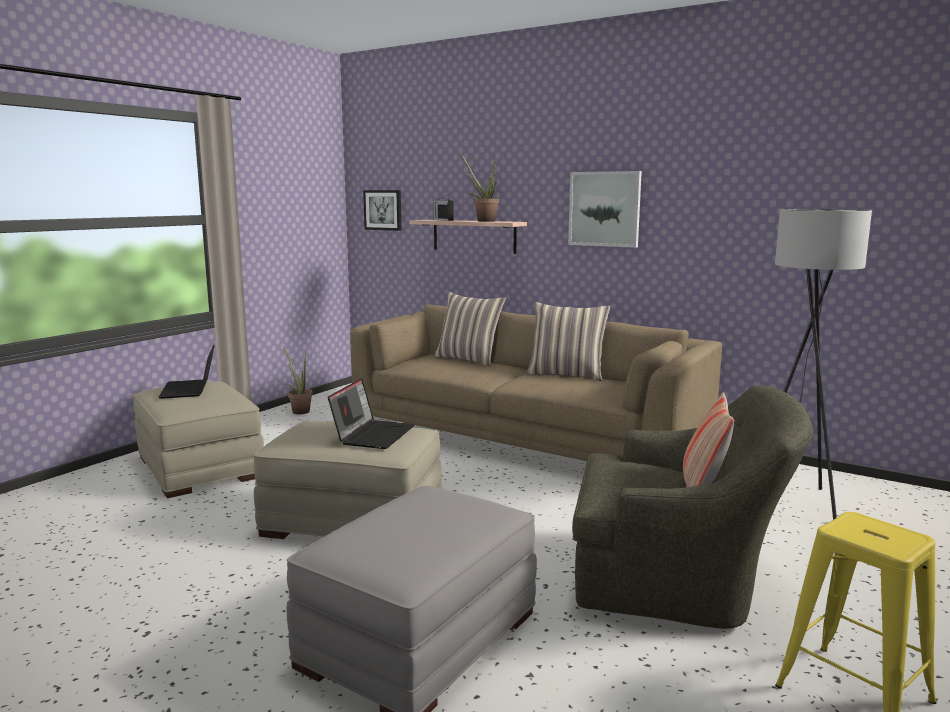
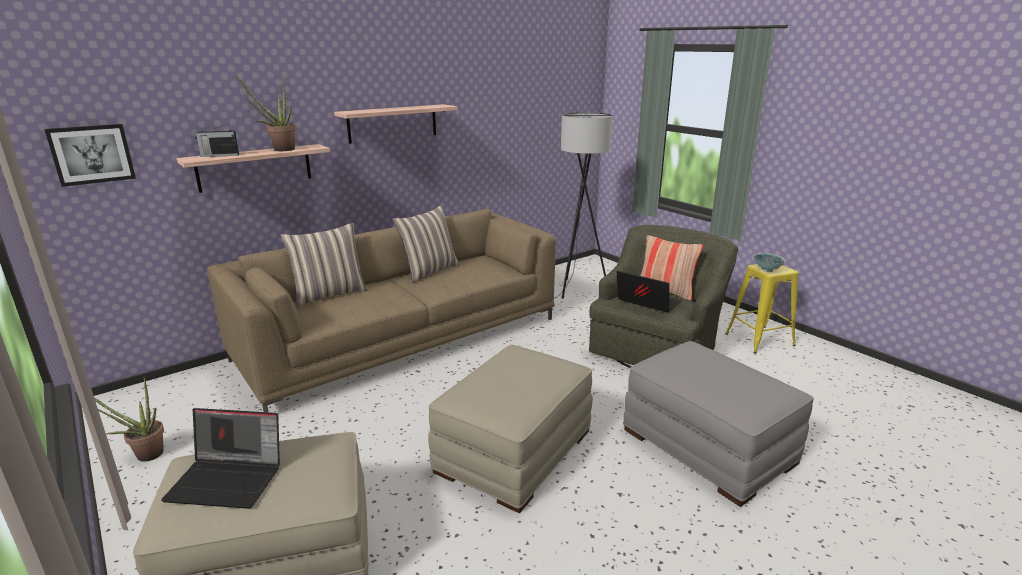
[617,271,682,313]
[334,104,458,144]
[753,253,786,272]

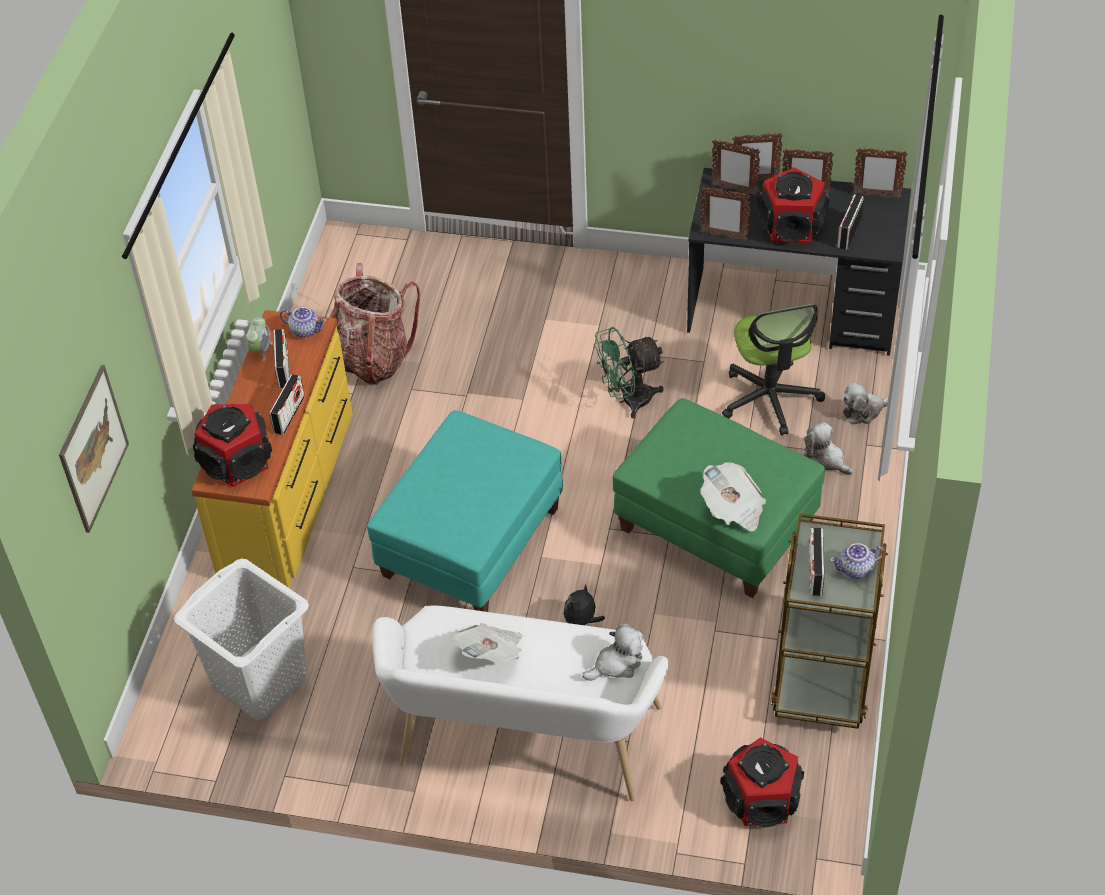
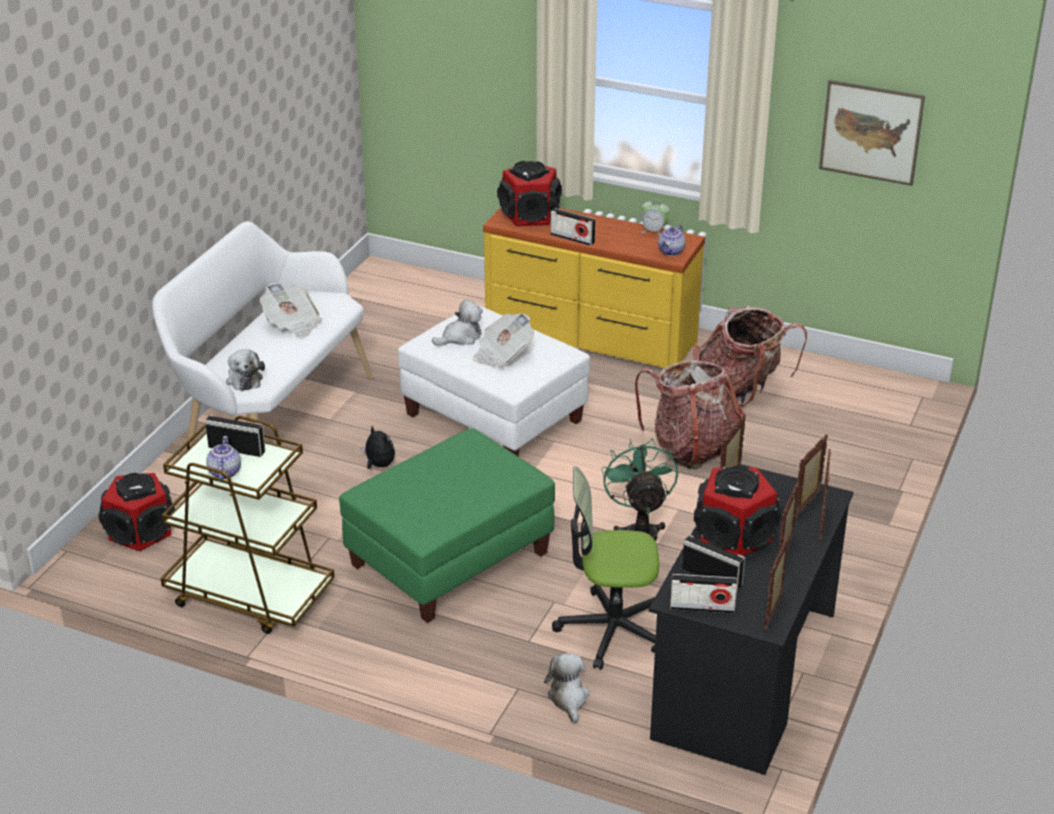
[819,80,925,186]
[174,559,309,720] (first image)
[670,574,737,614]
[398,305,590,457]
[473,313,534,368]
[432,300,483,346]
[635,346,744,470]

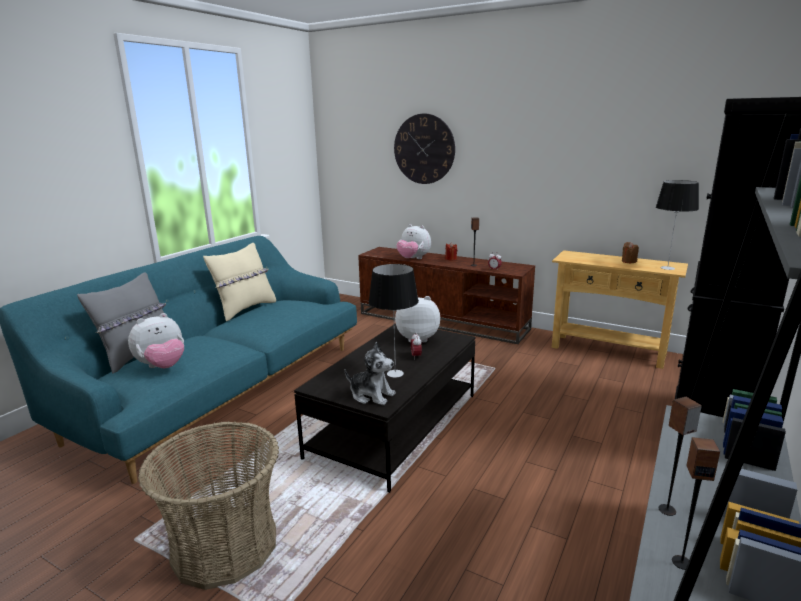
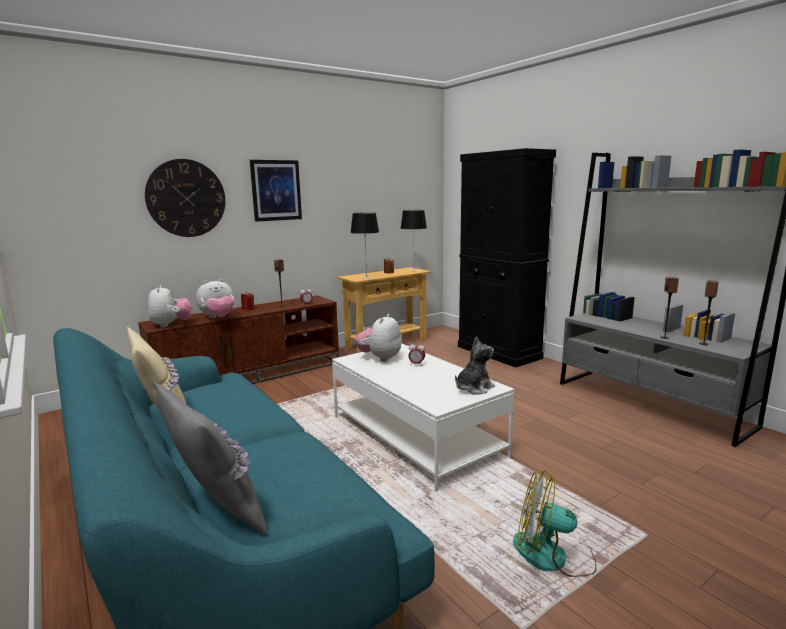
[148,285,191,328]
[513,470,596,577]
[332,343,515,492]
[351,212,379,279]
[250,160,302,222]

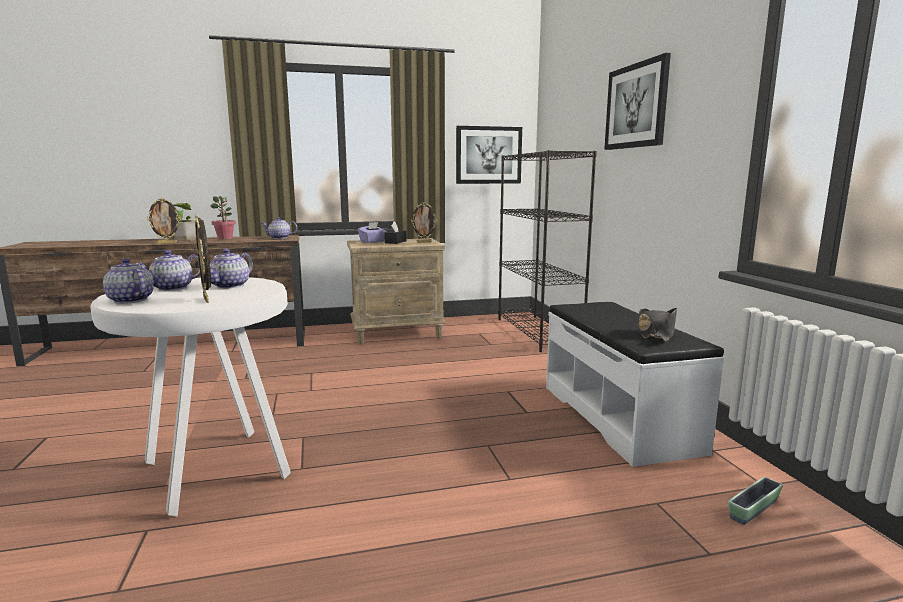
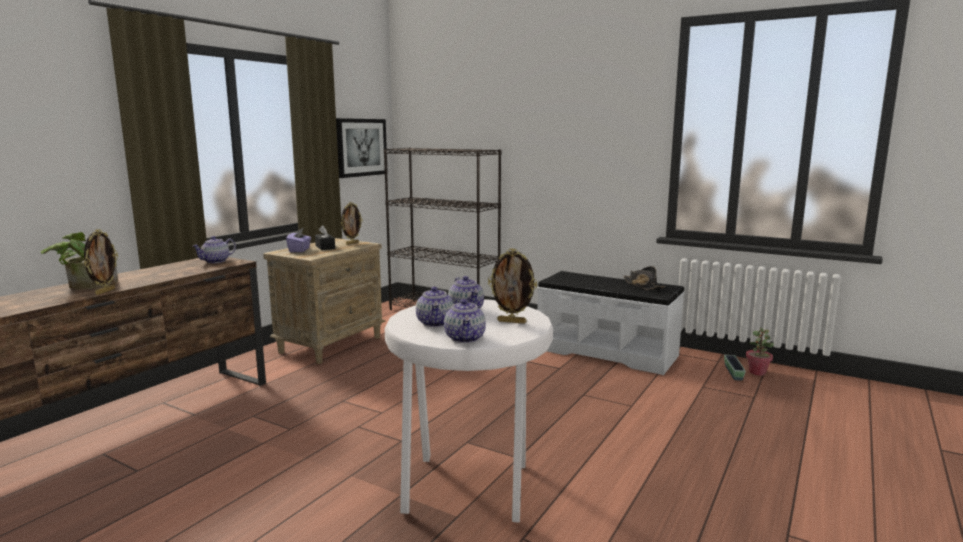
[444,299,486,343]
[746,328,774,376]
[604,53,671,150] (first image)

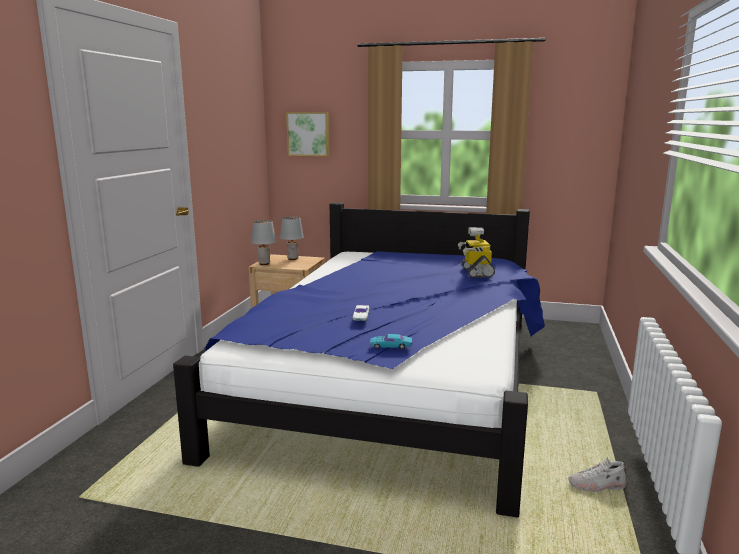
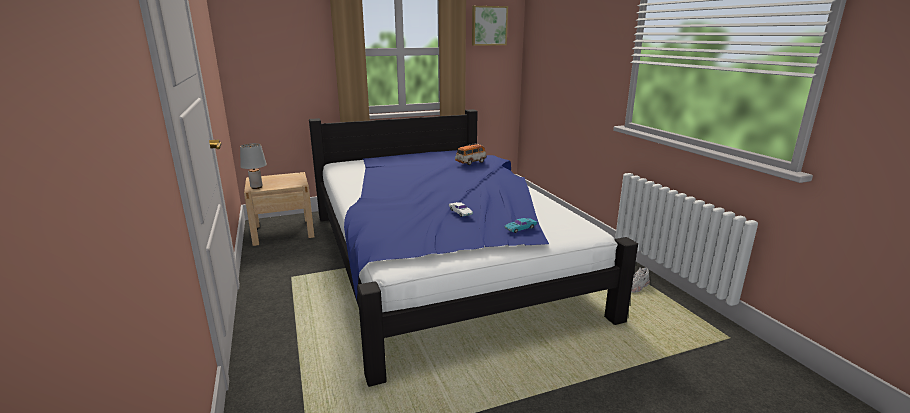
[280,216,304,260] (first image)
[472,6,508,46]
[455,143,486,165]

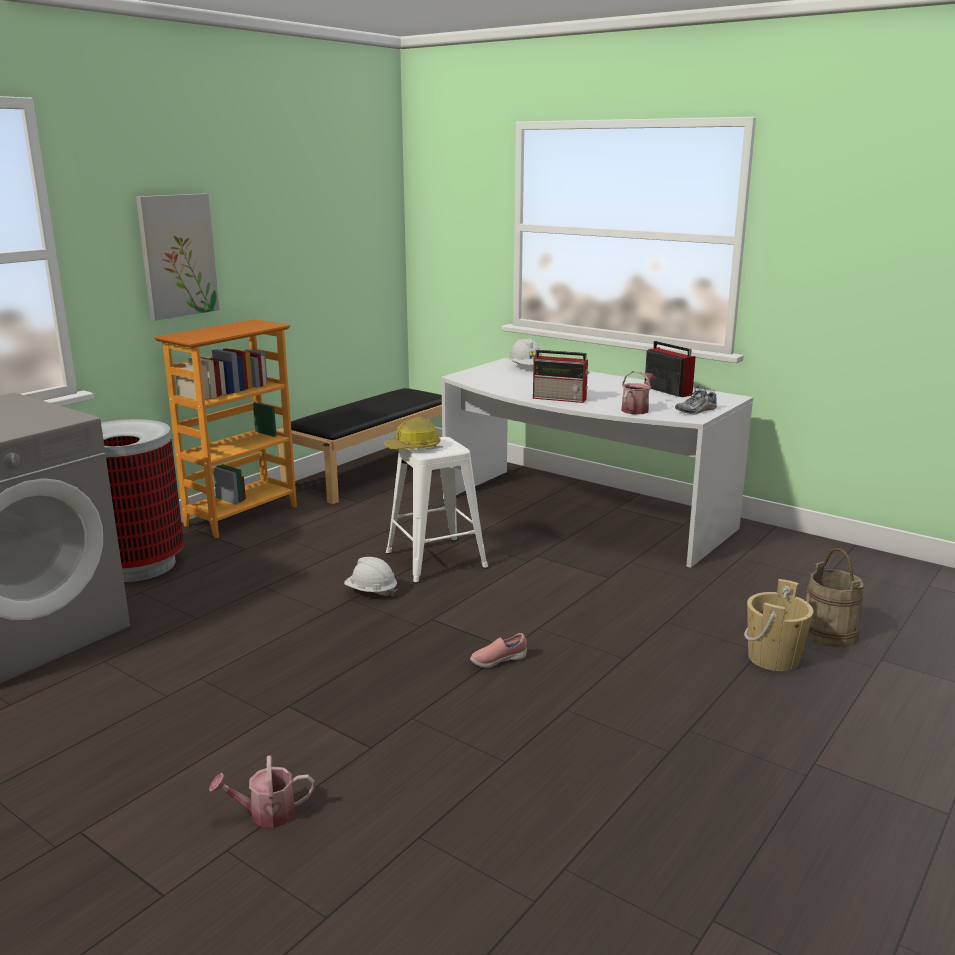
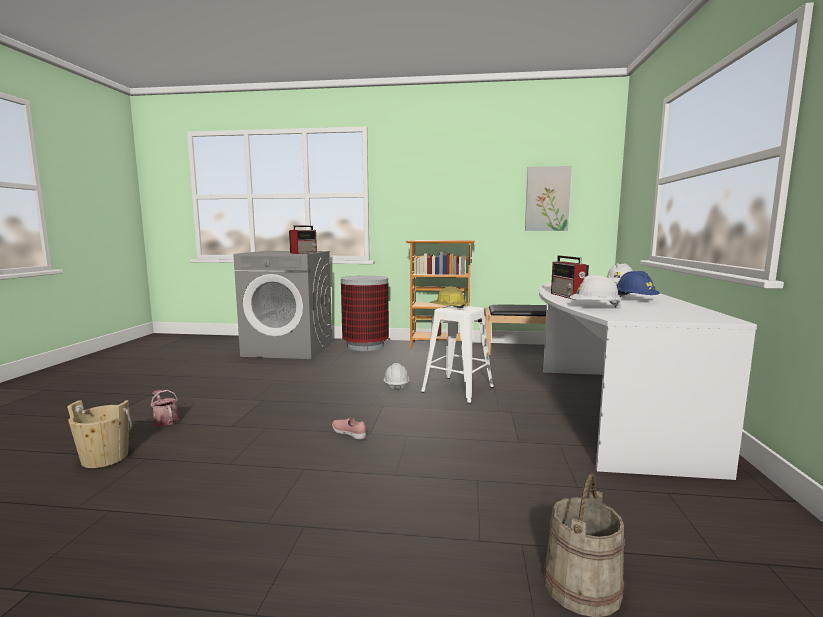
[525,166,572,231]
[570,275,620,307]
[289,225,317,254]
[675,386,717,415] (first image)
[67,400,132,468]
[617,271,660,297]

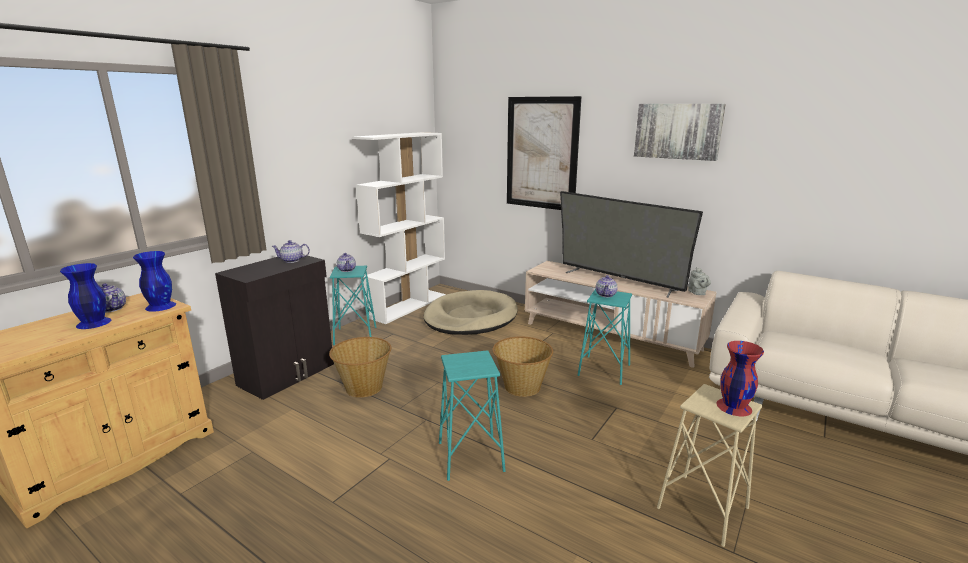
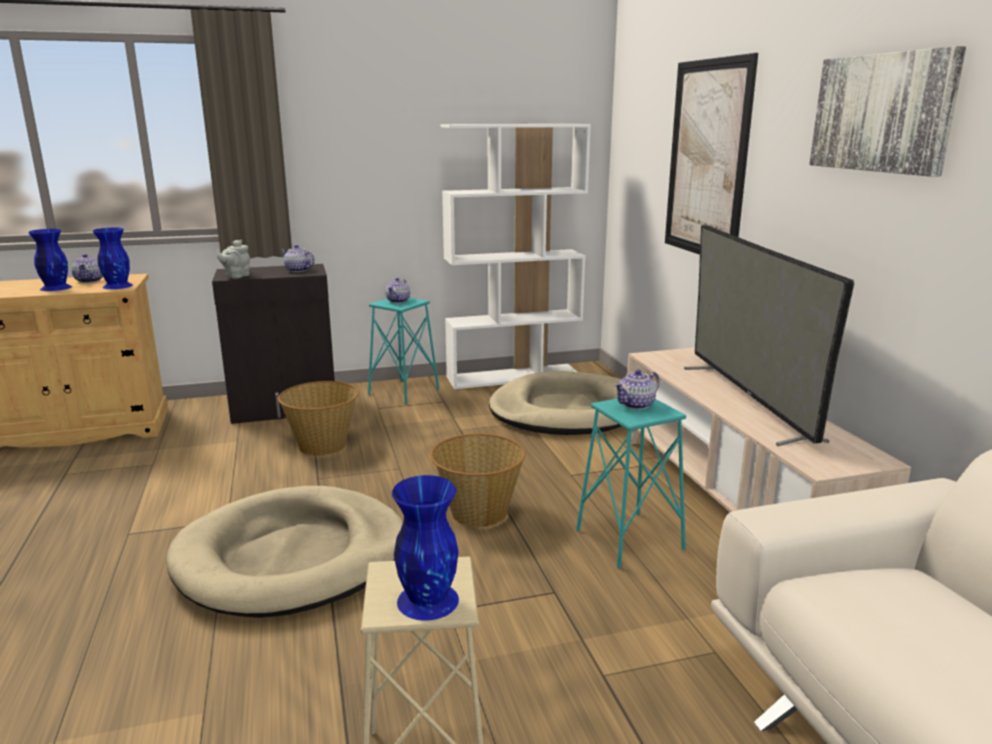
[166,486,403,618]
[216,240,250,278]
[392,475,459,621]

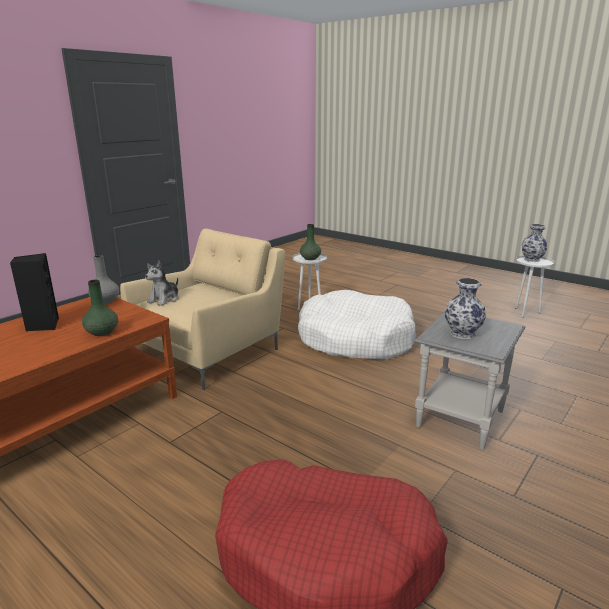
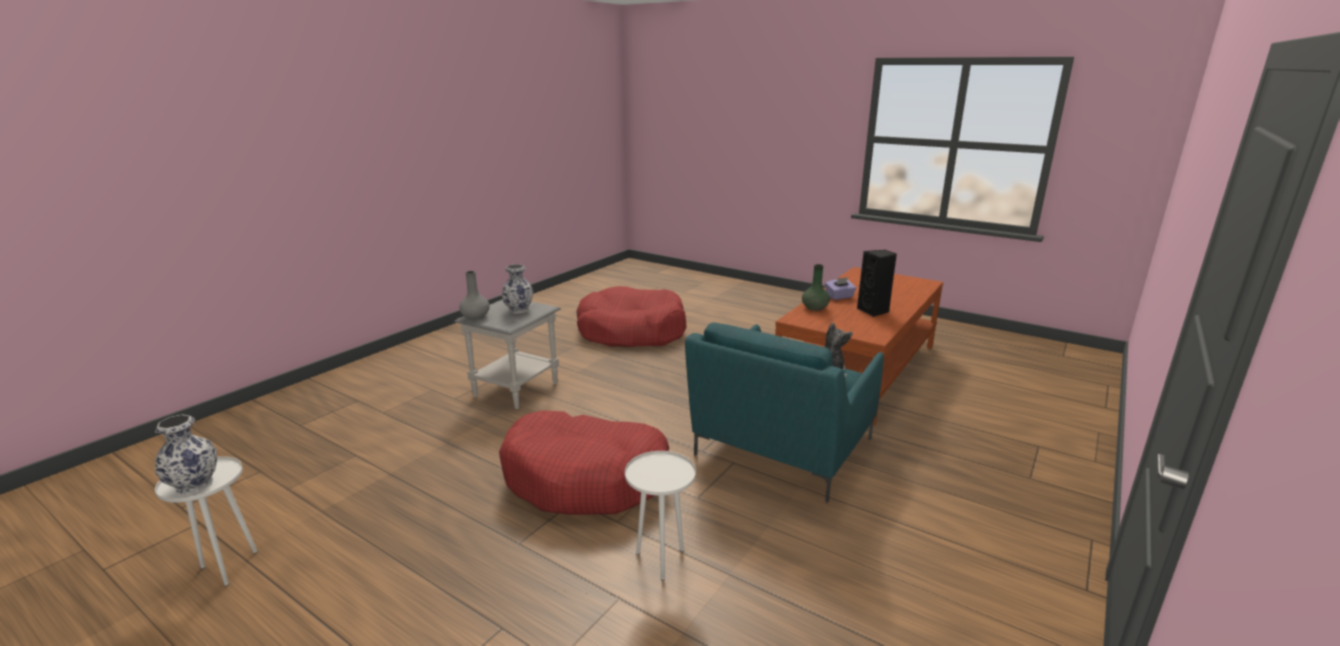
[459,271,490,320]
[685,322,884,503]
[499,410,669,515]
[300,224,321,260] (first image)
[825,277,857,300]

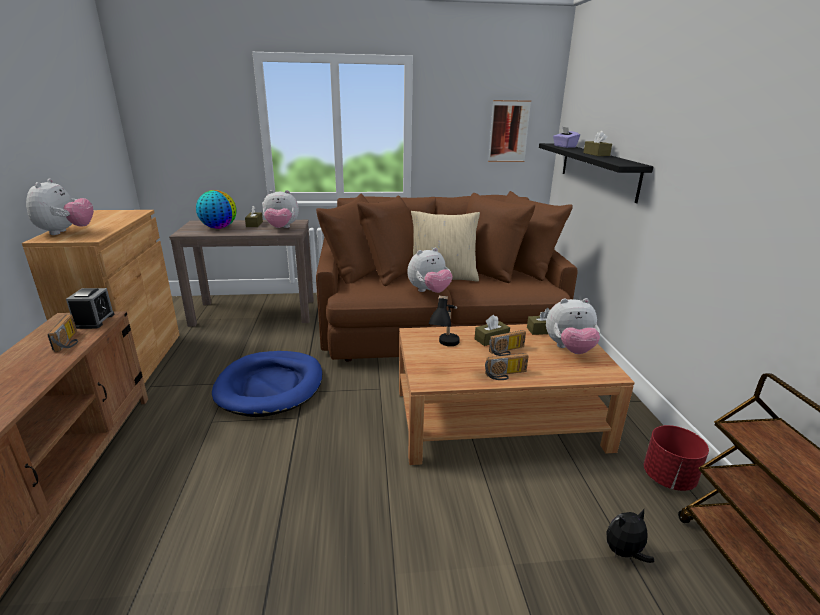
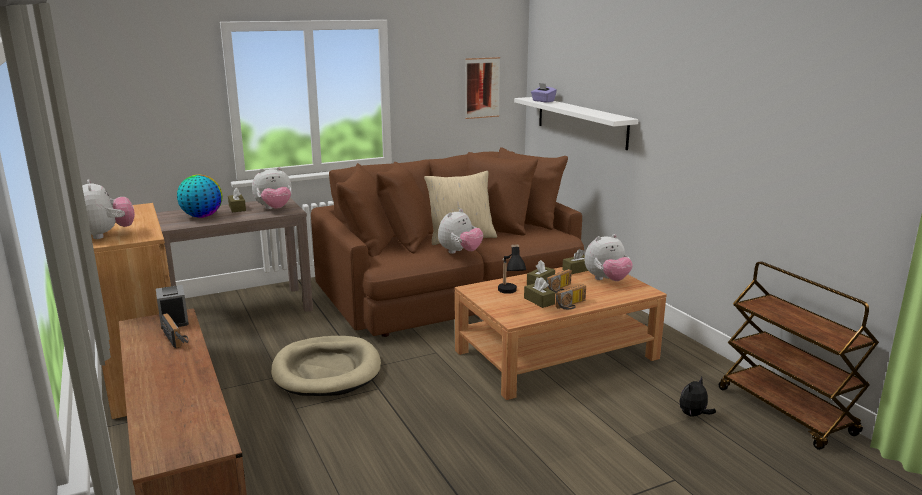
[271,336,381,396]
[514,97,639,150]
[524,277,555,308]
[644,425,709,491] (first image)

